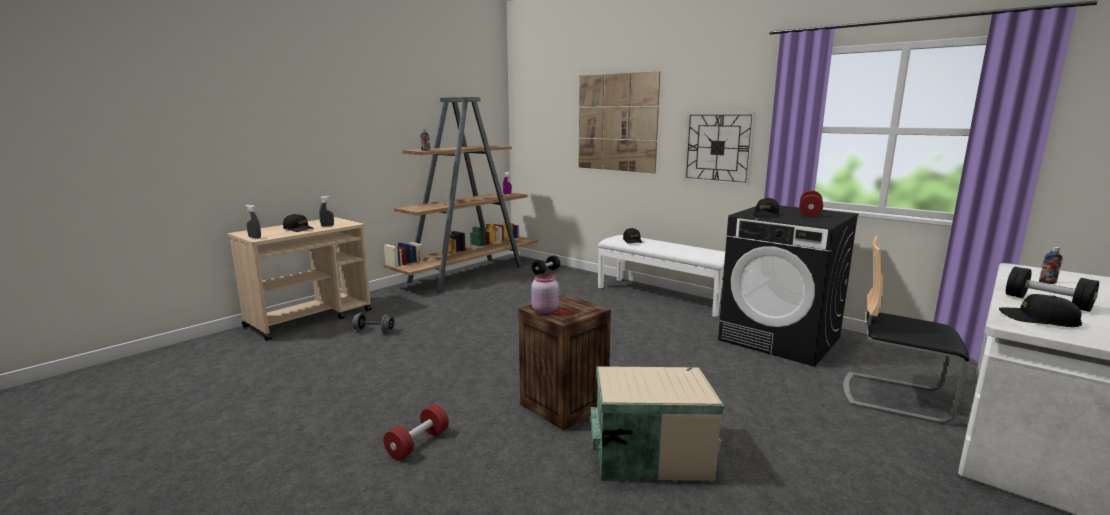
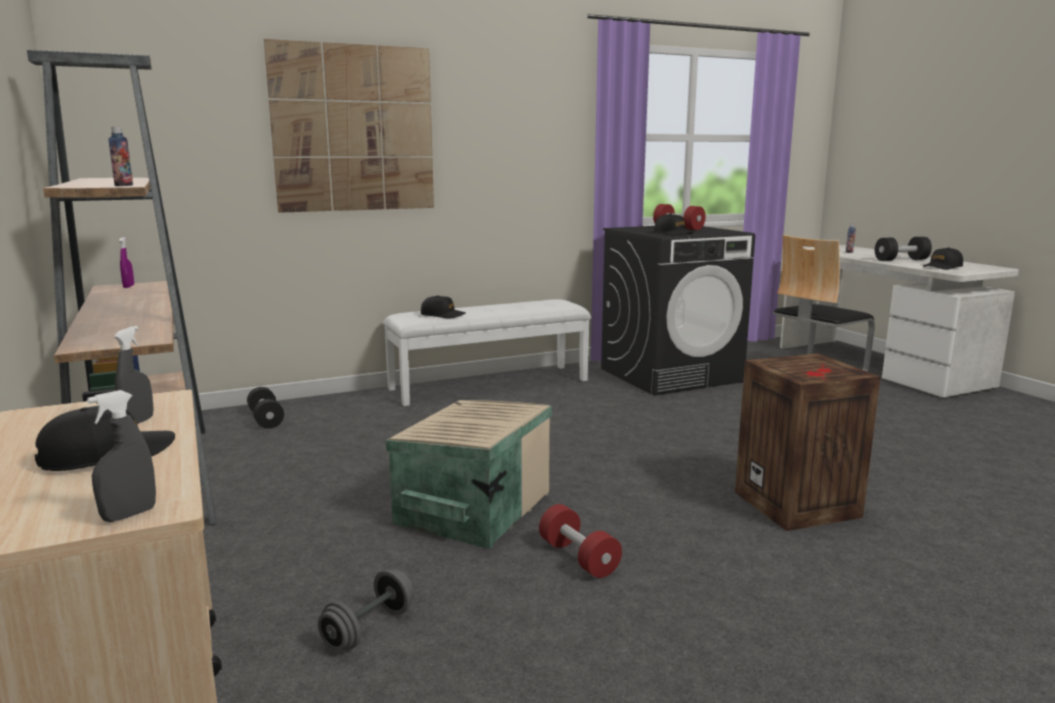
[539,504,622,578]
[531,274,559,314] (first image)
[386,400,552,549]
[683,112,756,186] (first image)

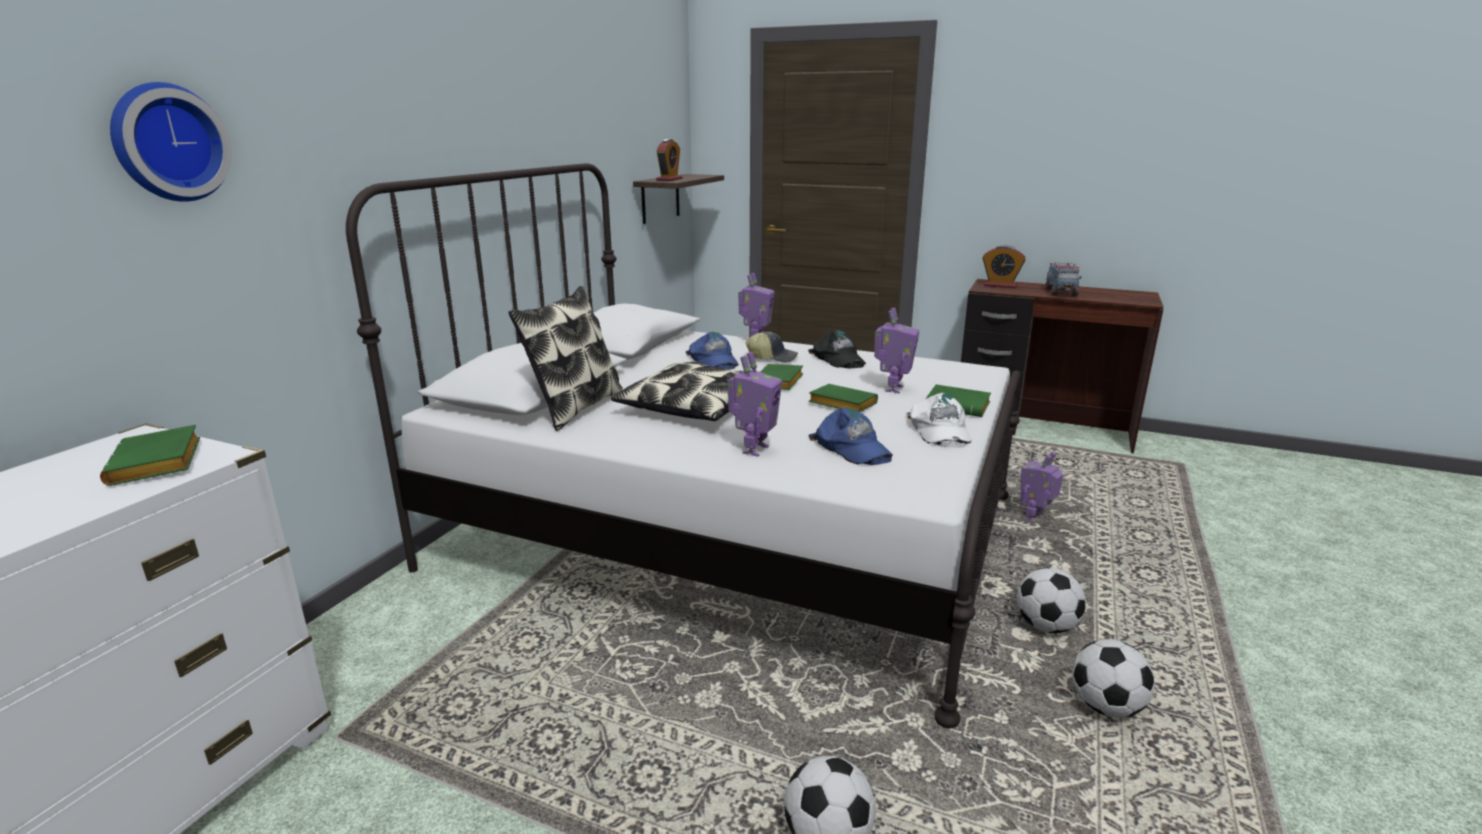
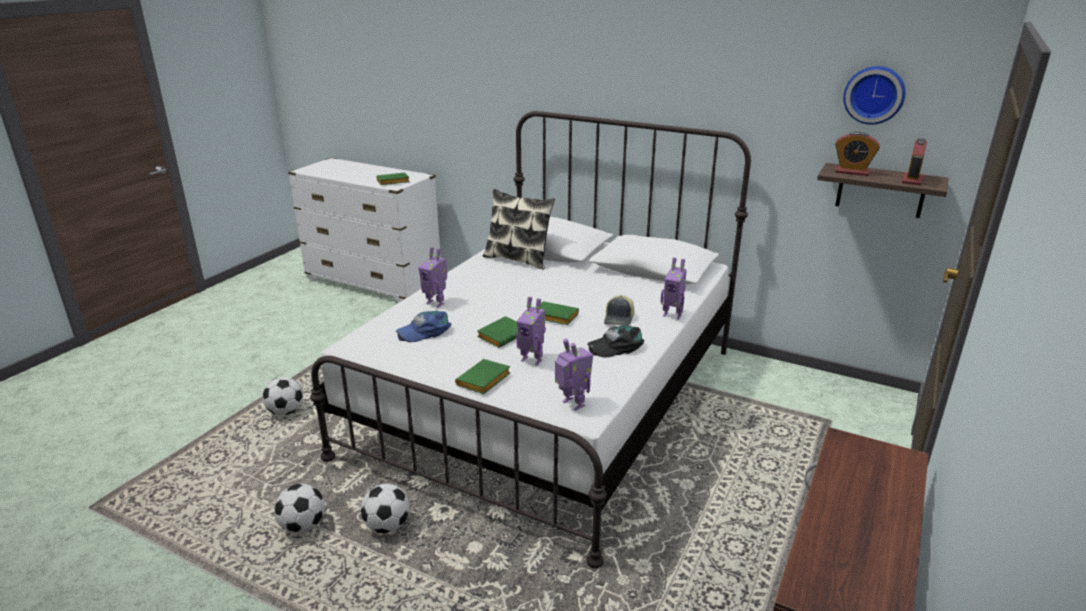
[843,66,906,125]
[611,362,741,421] (first image)
[686,332,739,369] (first image)
[906,393,971,448] (first image)
[902,138,927,185]
[555,339,593,411]
[1045,263,1081,296] (first image)

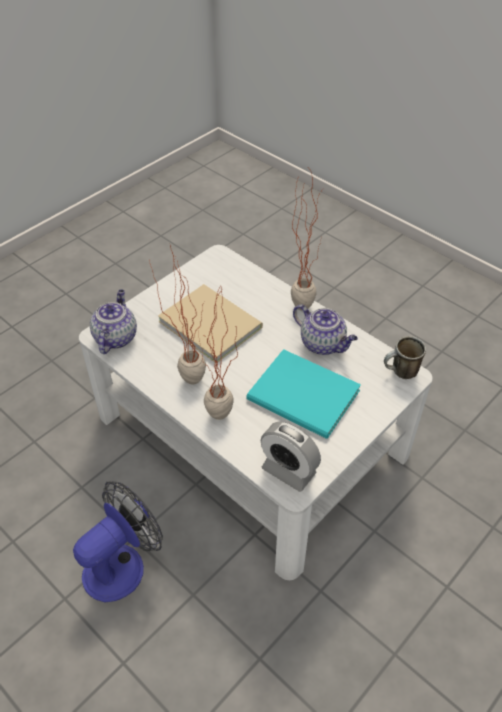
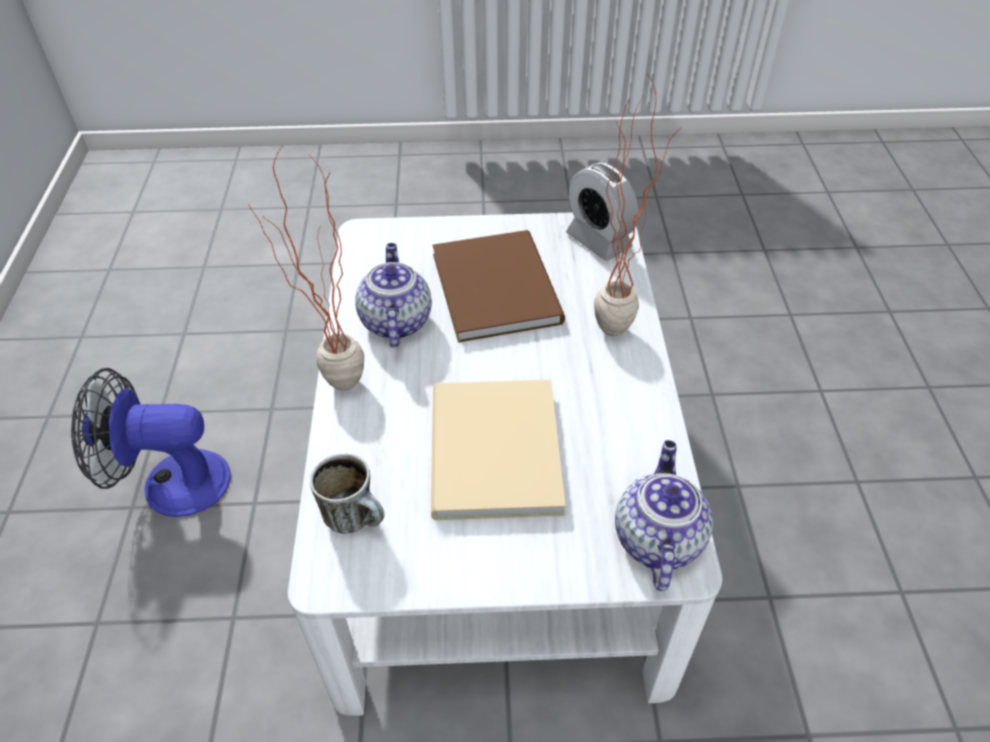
[71,368,231,517]
[615,440,713,591]
[149,243,206,384] (first image)
[432,230,565,342]
[566,163,638,261]
[310,453,384,534]

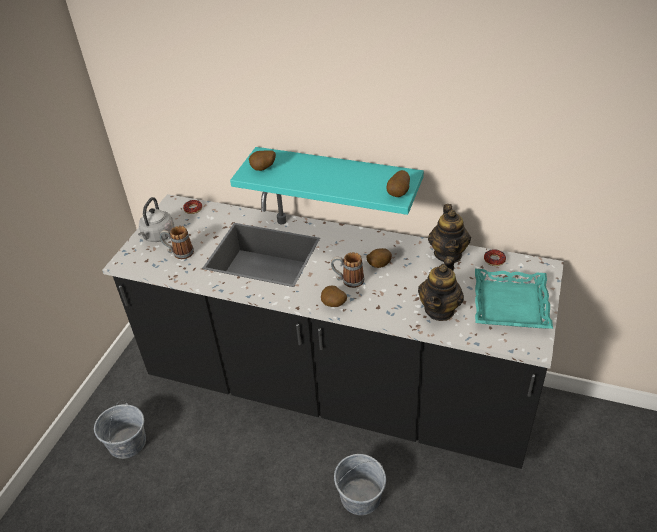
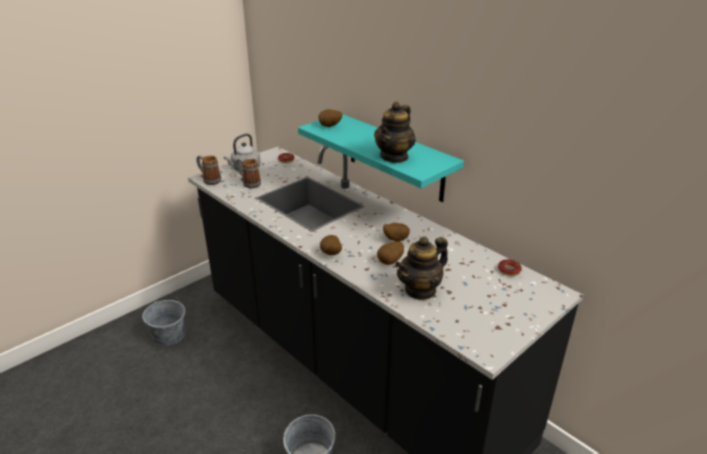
[196,155,221,185]
[377,241,404,265]
[374,101,416,163]
[475,269,553,329] (first image)

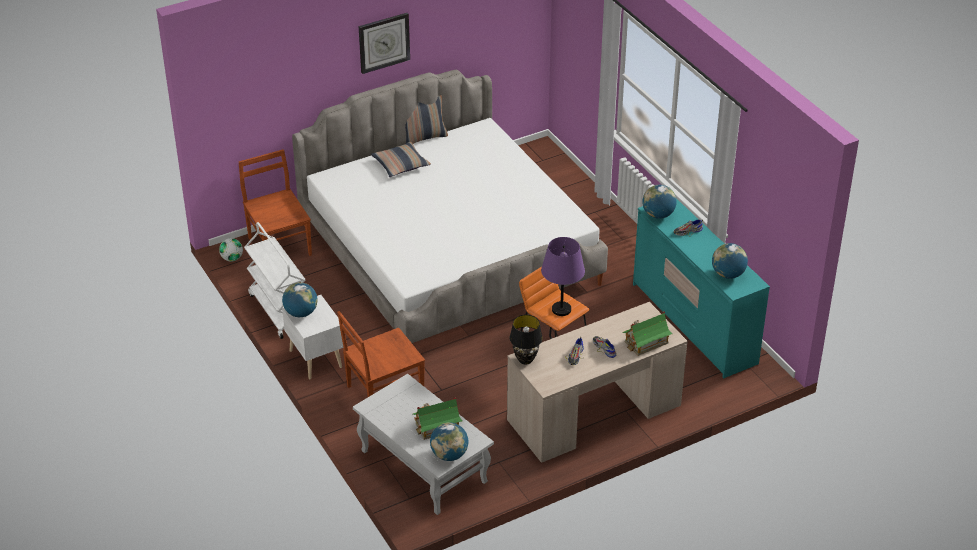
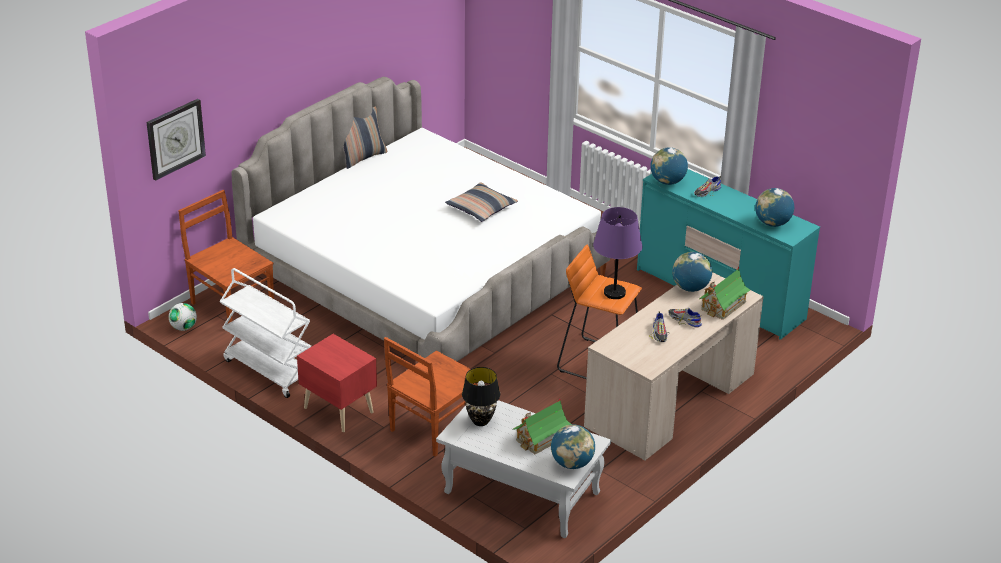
[672,252,712,292]
[297,334,377,432]
[147,99,206,180]
[445,182,518,222]
[462,367,500,426]

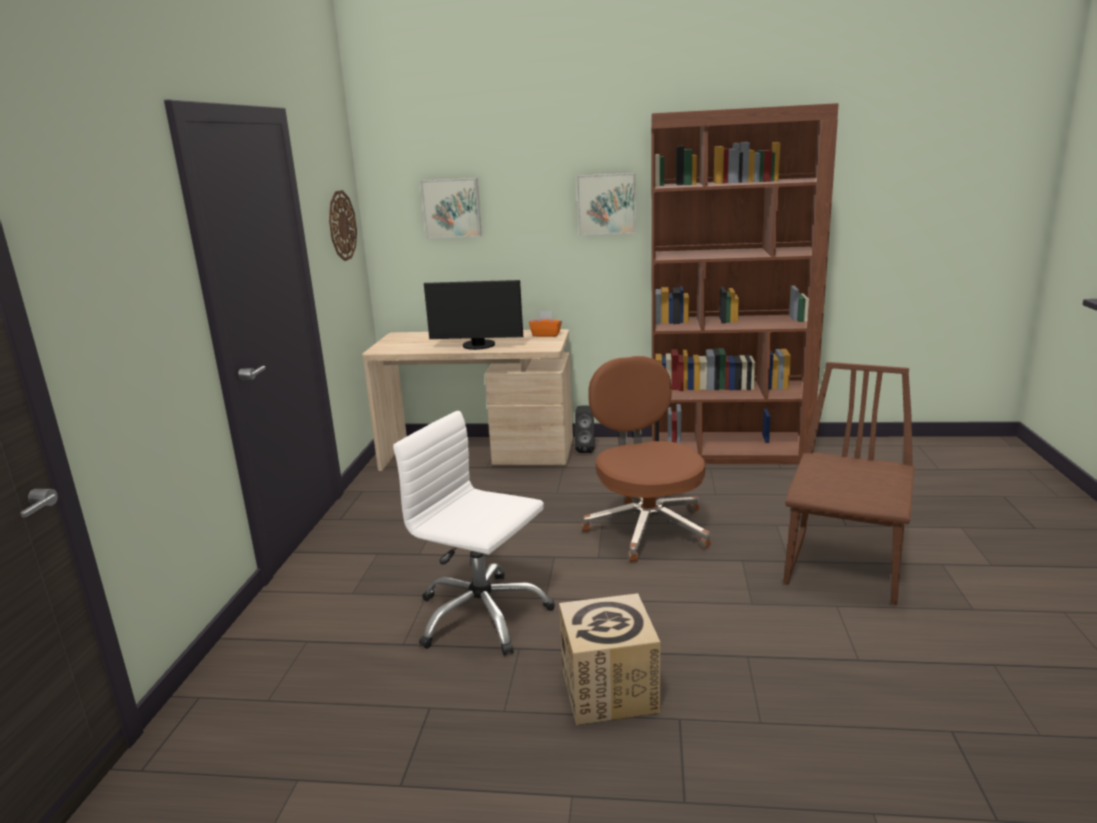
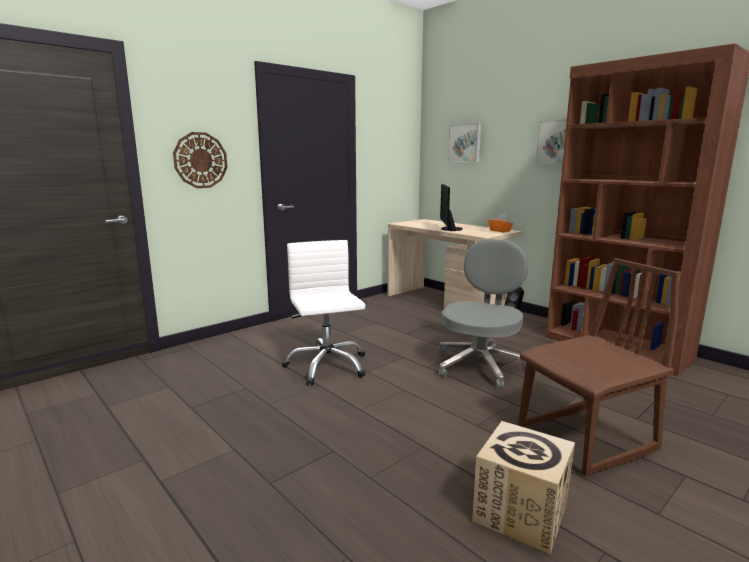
[173,132,227,188]
[440,184,463,231]
[472,421,575,555]
[439,239,528,388]

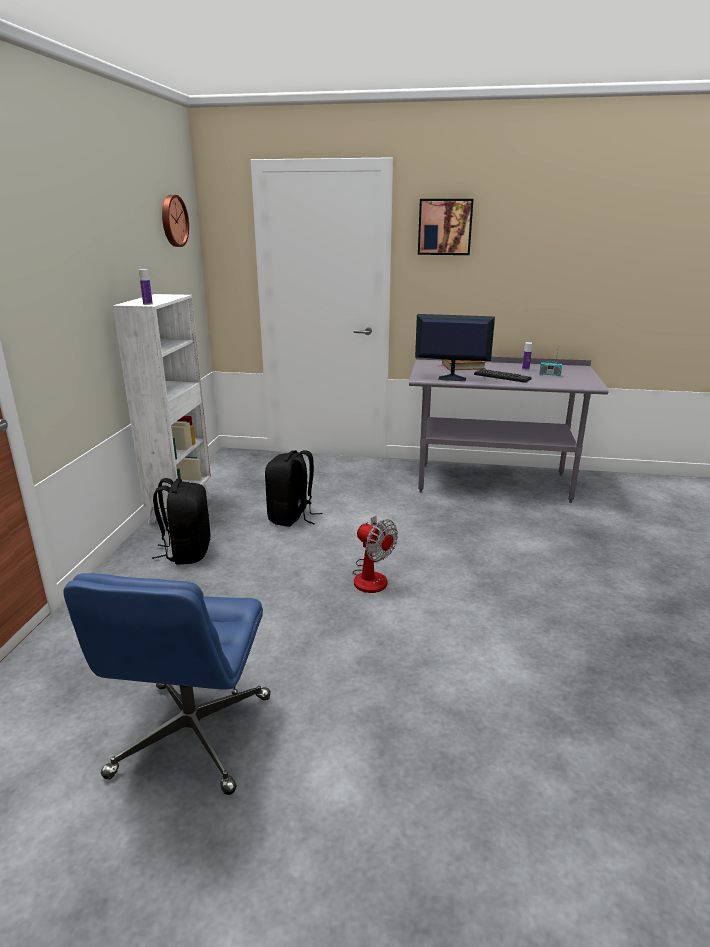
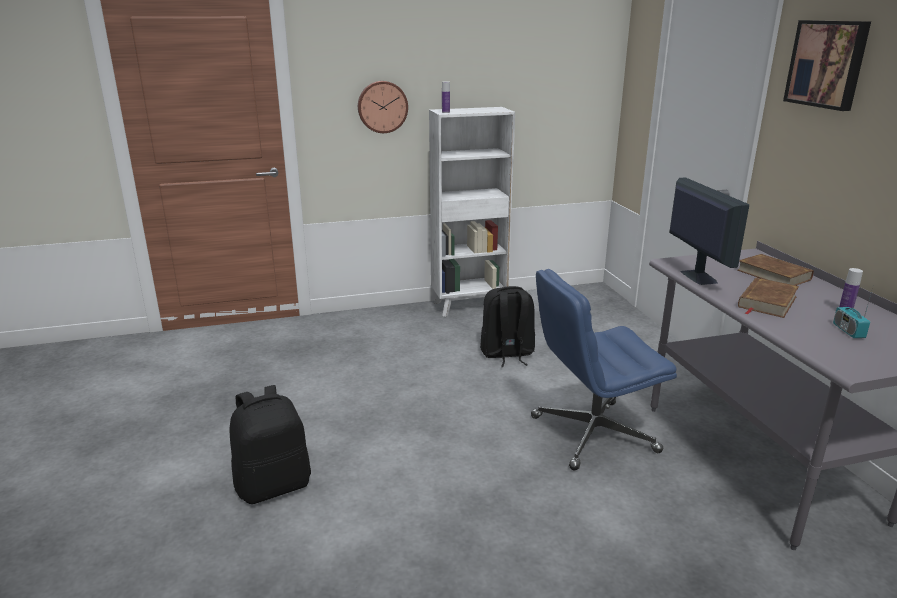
[531,269,677,470]
[229,385,311,504]
[358,81,408,133]
[352,515,398,593] (first image)
[738,277,799,318]

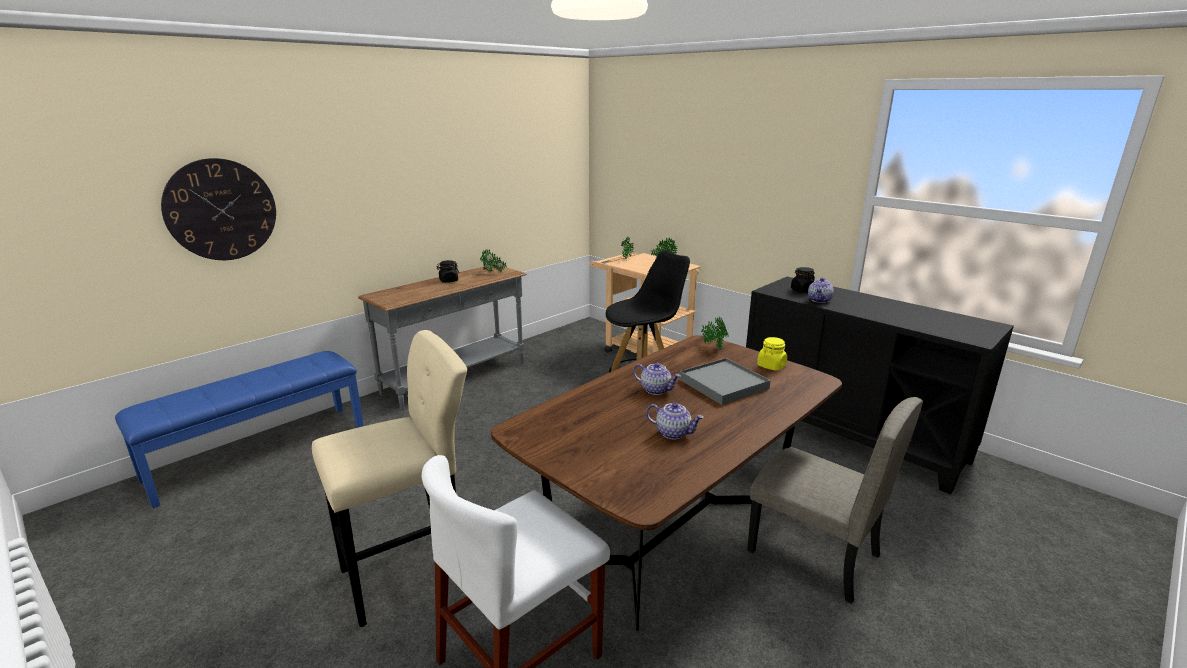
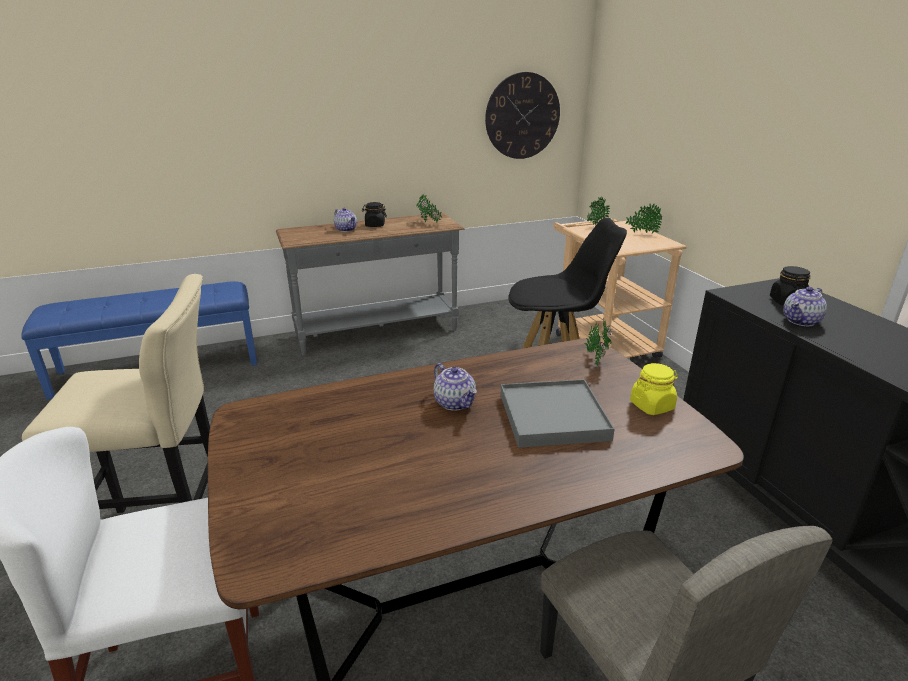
[485,72,560,159]
[334,208,357,232]

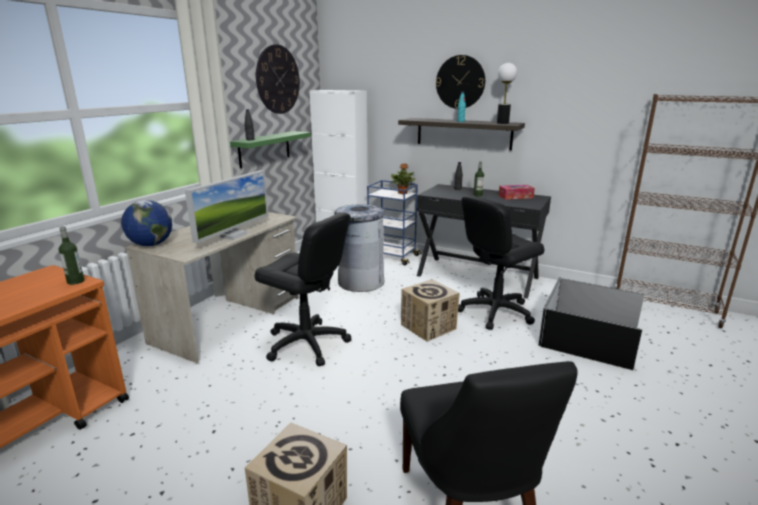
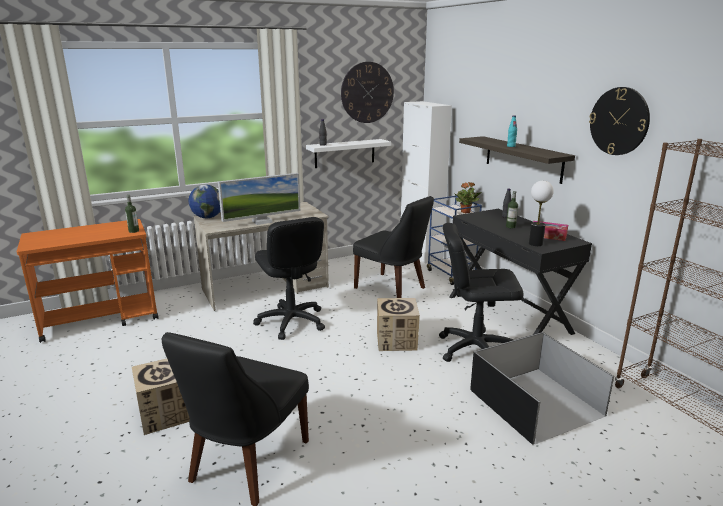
[306,139,391,168]
[353,196,434,298]
[589,87,650,155]
[529,181,554,246]

